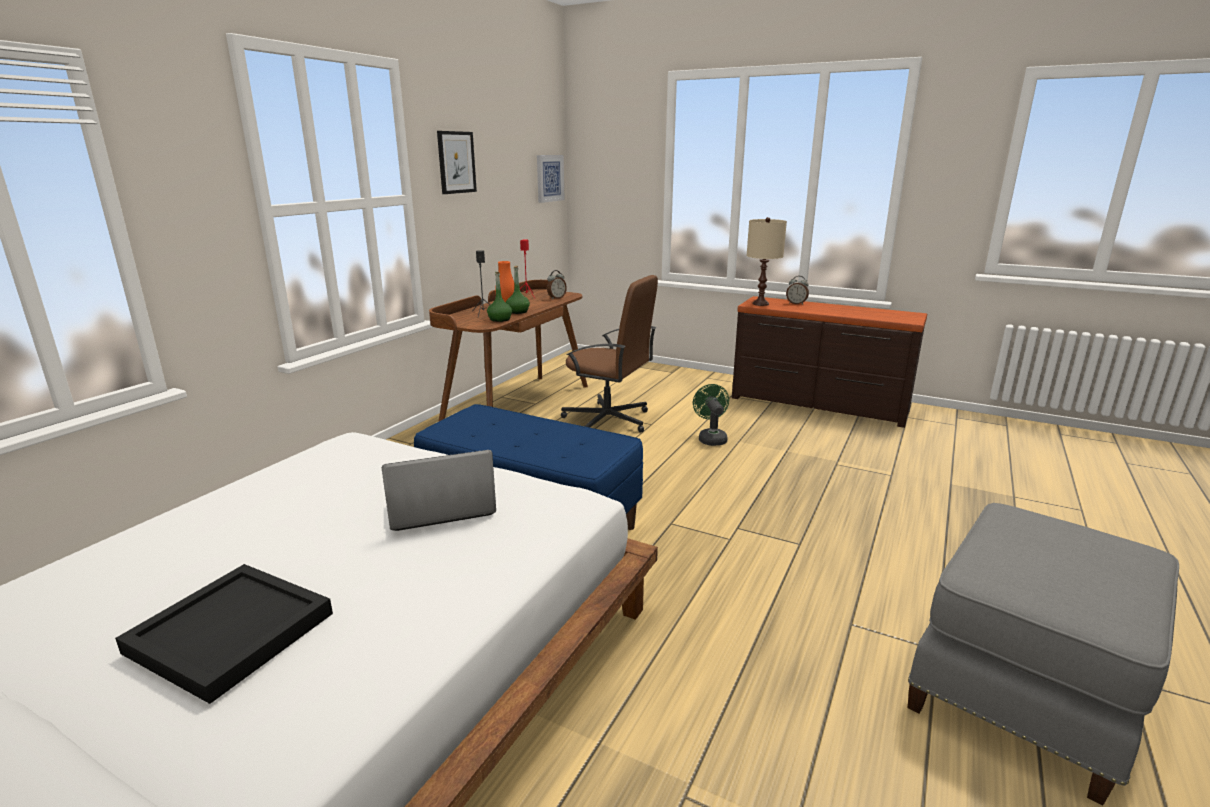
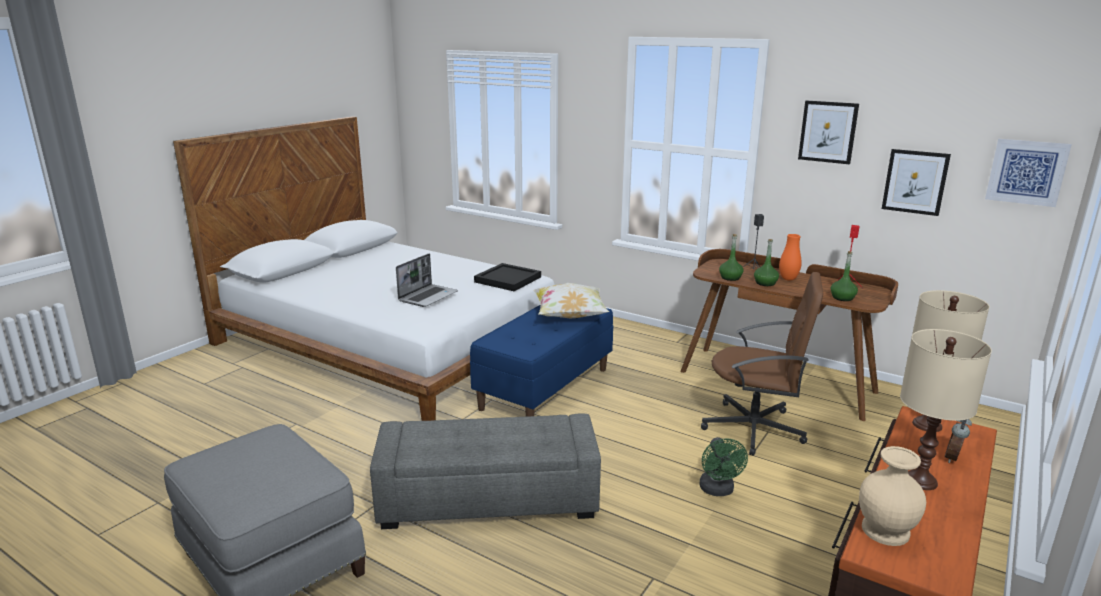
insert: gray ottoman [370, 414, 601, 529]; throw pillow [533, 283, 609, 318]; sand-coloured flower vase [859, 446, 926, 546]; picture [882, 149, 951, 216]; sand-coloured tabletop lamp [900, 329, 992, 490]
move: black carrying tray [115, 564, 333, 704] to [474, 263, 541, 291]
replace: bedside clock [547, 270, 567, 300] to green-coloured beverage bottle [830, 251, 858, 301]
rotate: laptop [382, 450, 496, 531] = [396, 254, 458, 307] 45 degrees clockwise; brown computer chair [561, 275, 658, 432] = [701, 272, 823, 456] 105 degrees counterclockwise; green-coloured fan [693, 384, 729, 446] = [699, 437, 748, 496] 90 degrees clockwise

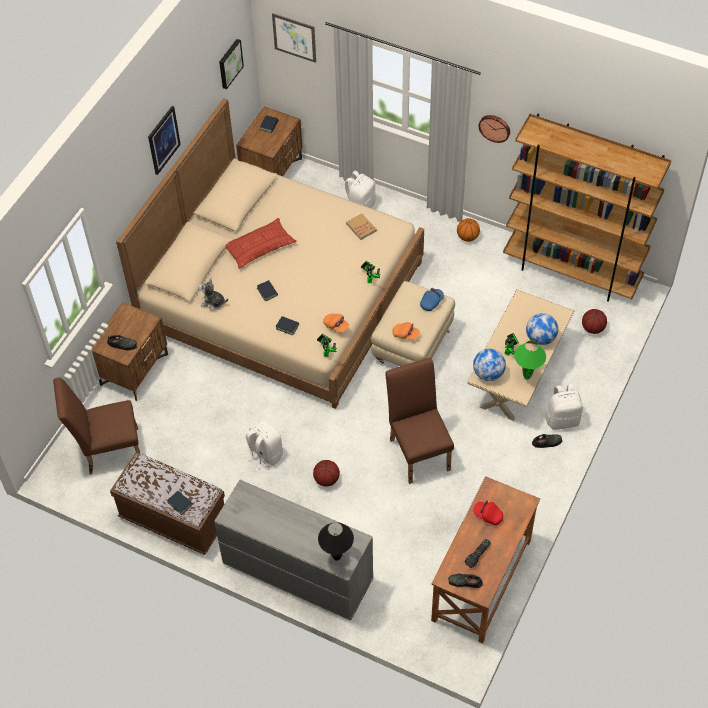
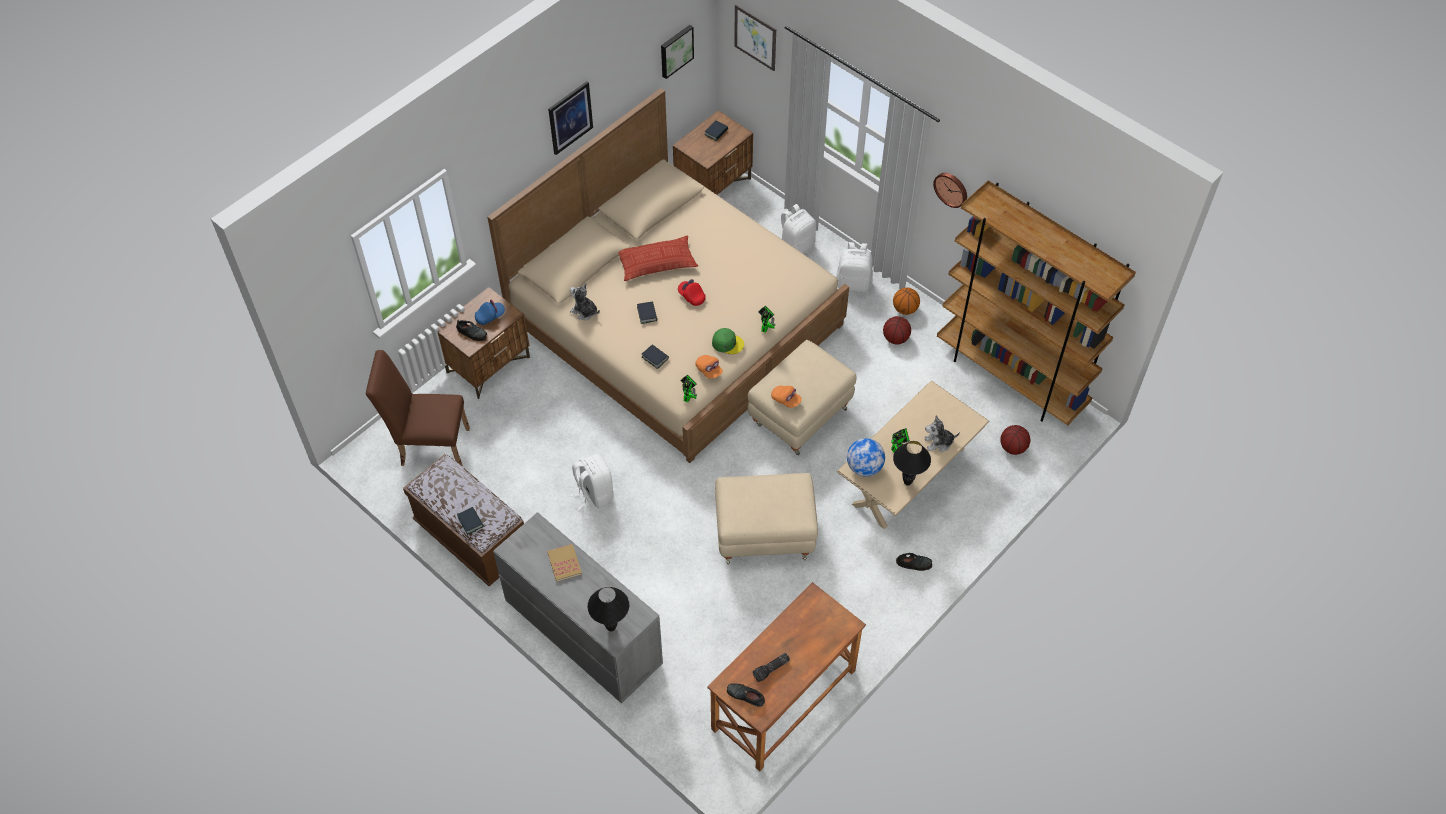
insert: green-coloured peaked cap [712, 328, 744, 354]
move: ball for basketball [313, 460, 340, 487] to [883, 316, 911, 344]; bound book [346, 213, 377, 240] to [547, 544, 582, 582]; blue peaked cap [420, 288, 444, 311] to [475, 300, 505, 325]; red-coloured peaked cap [473, 500, 503, 525] to [678, 279, 706, 306]; white knapsack [545, 384, 583, 430] to [836, 242, 873, 293]
replace: brown plain chair [385, 358, 454, 484] to sand-coloured ottoman [715, 473, 818, 564]; world globe [526, 313, 558, 345] to plush toy [924, 415, 960, 452]
recolor: green-coloured tabletop lamp [514, 340, 546, 379] to black tabletop lamp [893, 441, 931, 486]

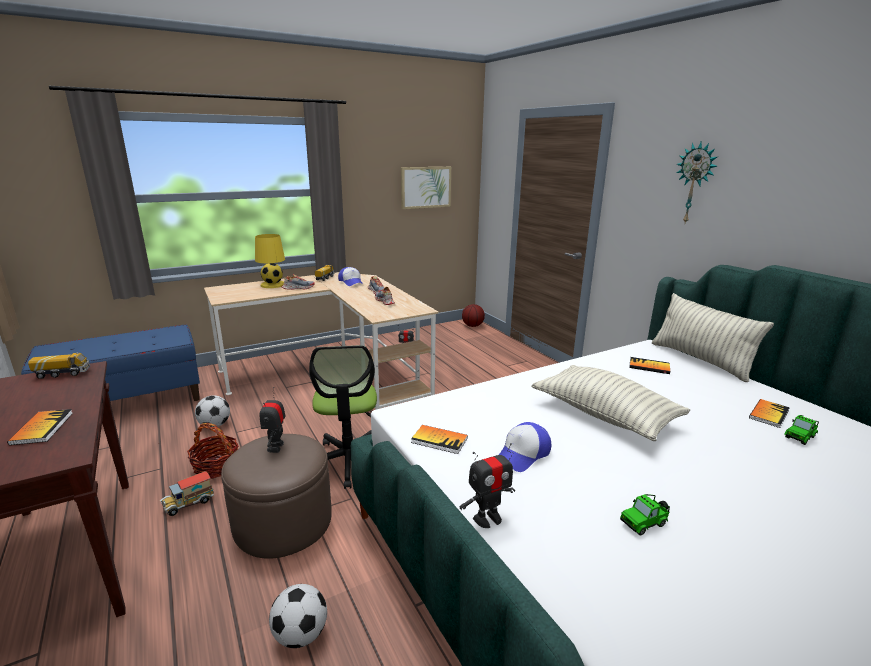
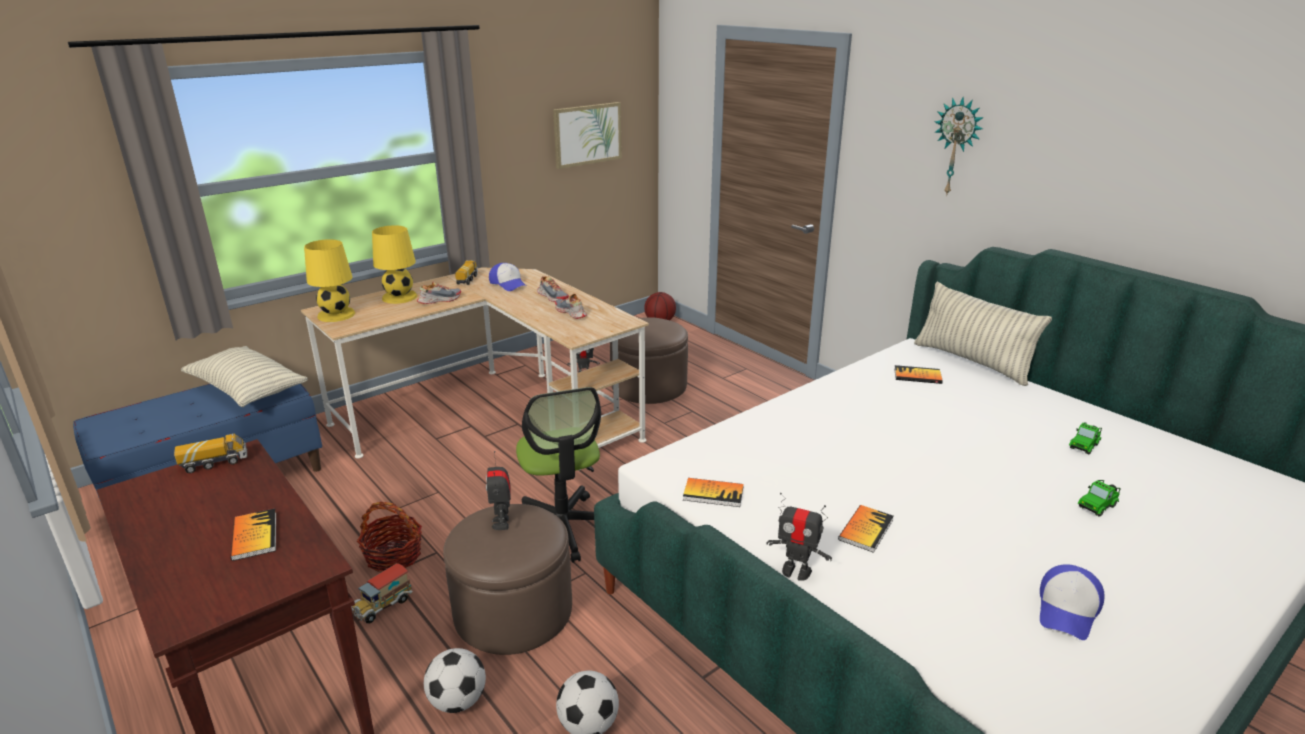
insert: yellow tabletop lamp [304, 239, 355, 322]; brown ottoman [610, 317, 688, 404]
move: ball for football [195, 395, 230, 427] to [424, 648, 486, 713]; peaked cap [499, 422, 551, 472] to [1040, 564, 1105, 640]; throw pillow [531, 365, 690, 441] to [181, 346, 308, 407]; toy car [620, 494, 670, 535] to [1077, 480, 1121, 517]; bound book [749, 399, 790, 428] to [838, 505, 894, 553]
rotate: model robot [460, 443, 515, 528] = [767, 493, 832, 581] 60 degrees clockwise

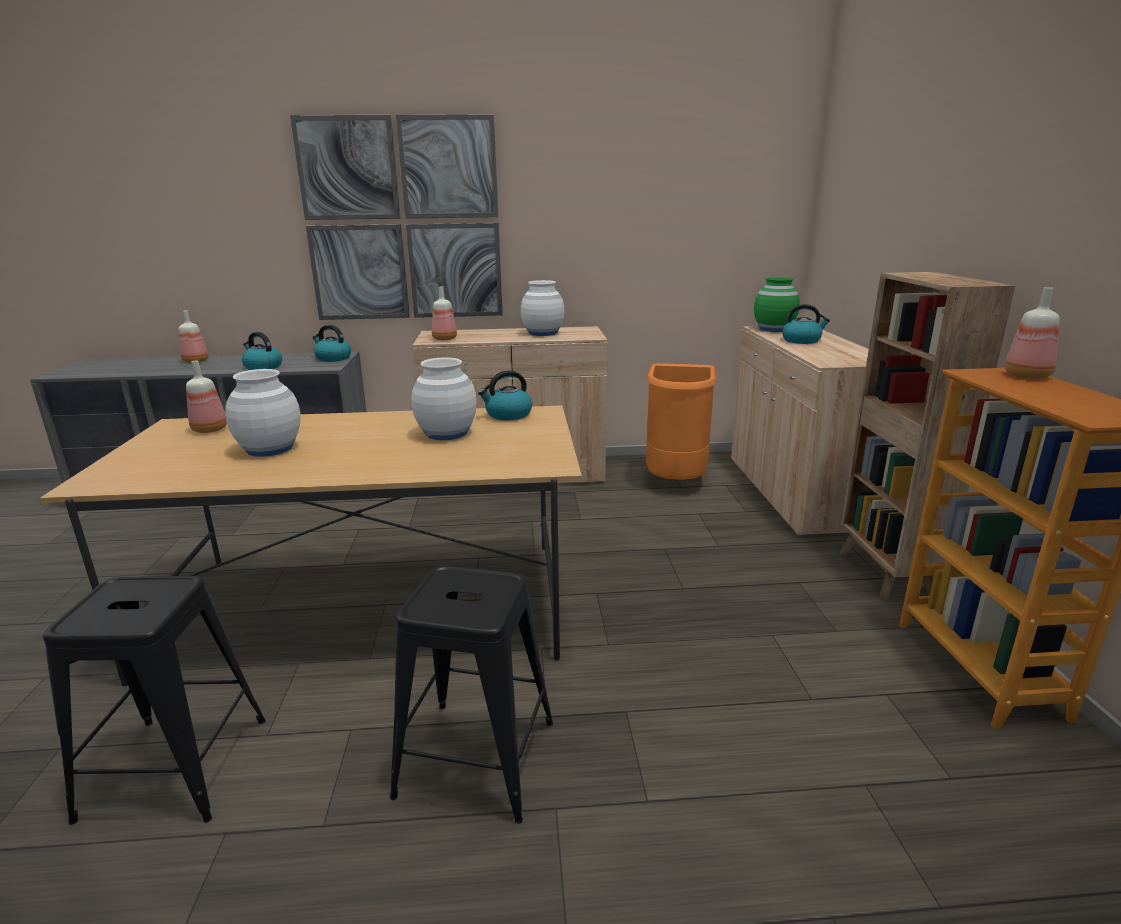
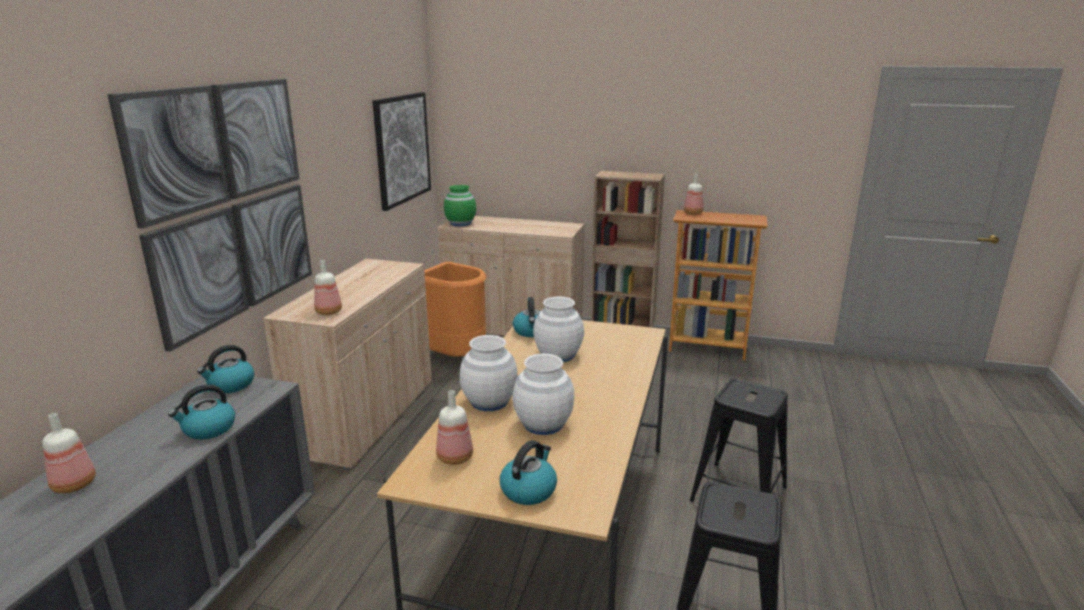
insert: picture [372, 92, 431, 211]
move: white flower vase [521, 280, 565, 336] to [460, 335, 518, 411]; water kettle [782, 304, 830, 344] to [500, 440, 557, 505]

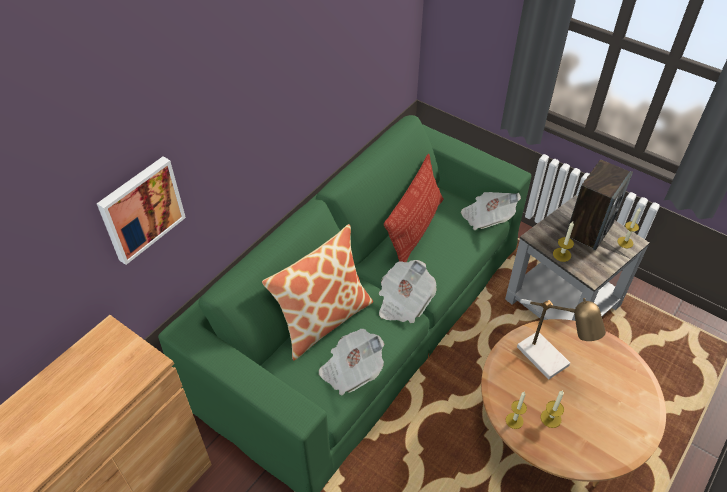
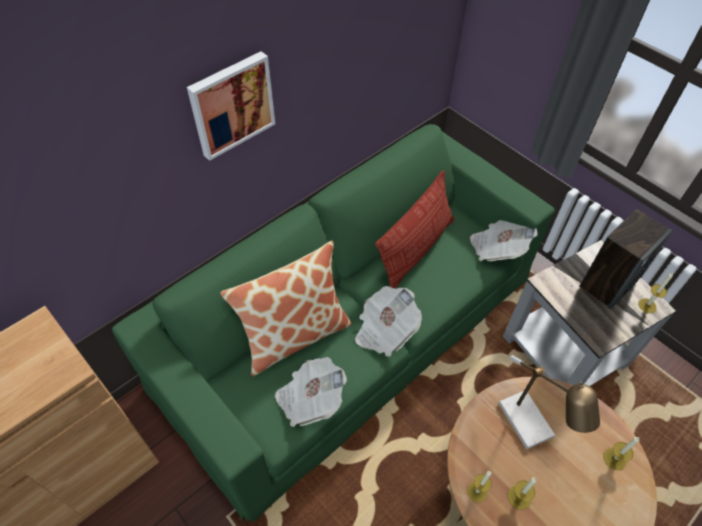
move: picture [97, 156, 186, 265] to [187, 51, 275, 161]; wax light [553, 221, 574, 262] to [603, 437, 639, 470]

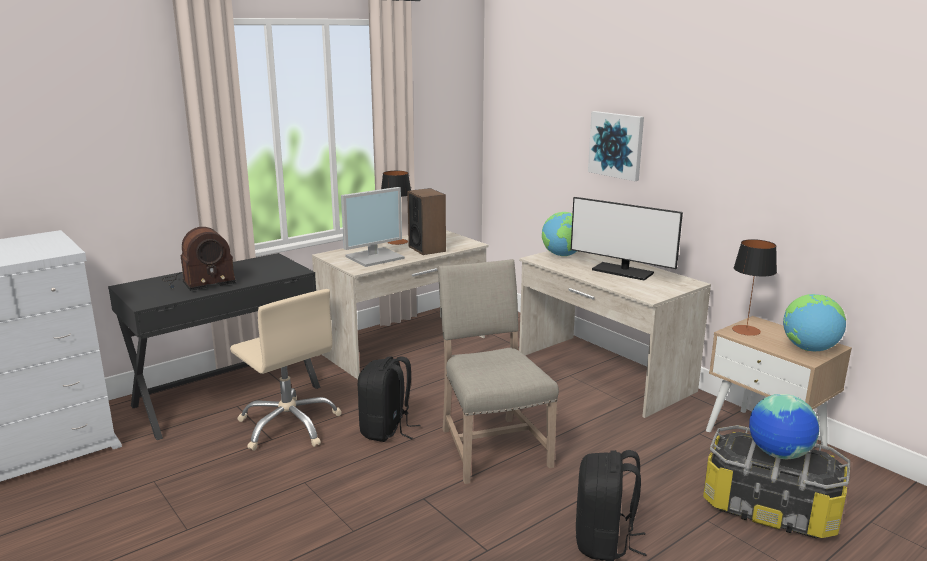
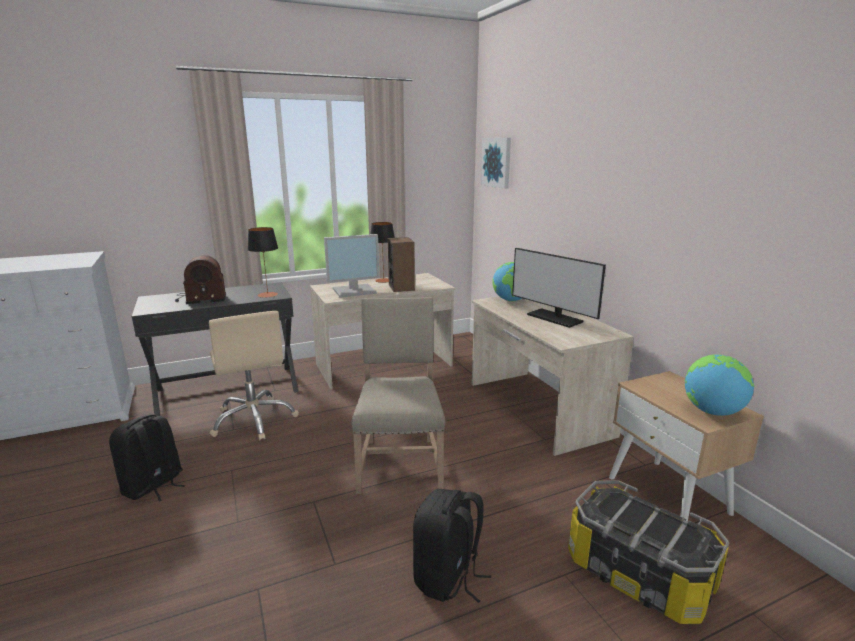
delete: world globe [749, 394, 819, 459]
move: black knapsack [358, 356, 421, 442] to [109, 414, 185, 502]; picture [588, 111, 644, 181] to [481, 138, 511, 189]; tabletop lamp [732, 239, 777, 336] to [247, 227, 278, 297]

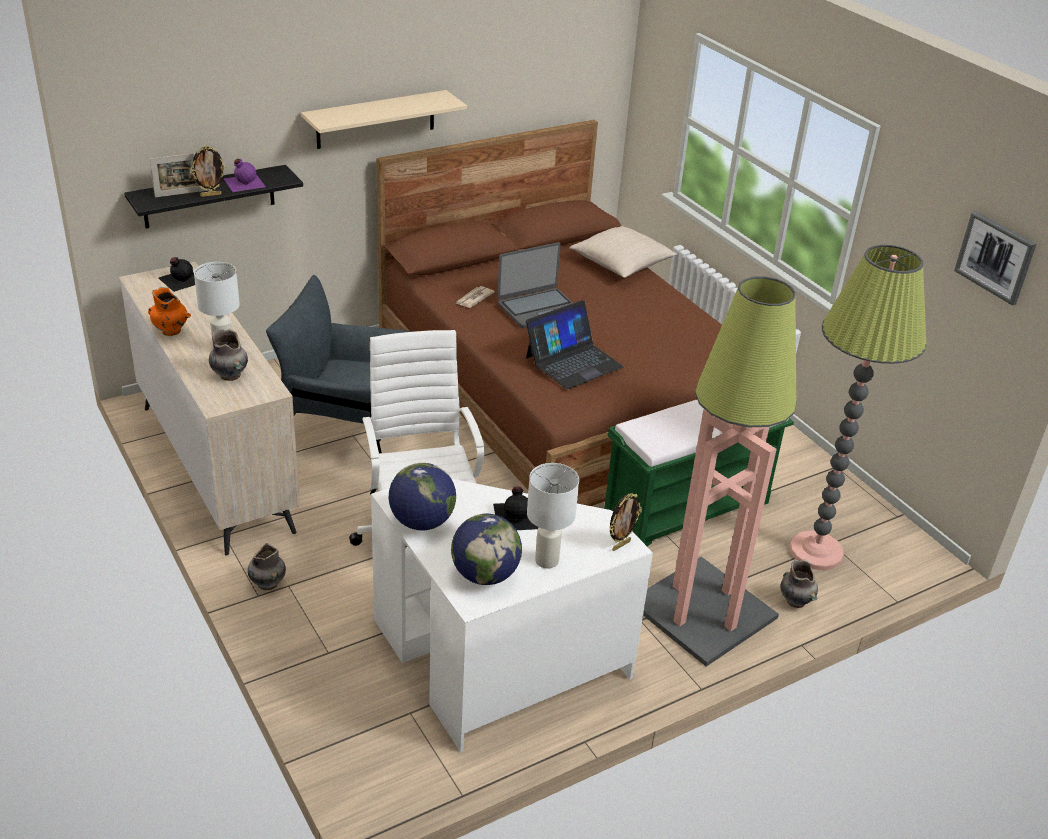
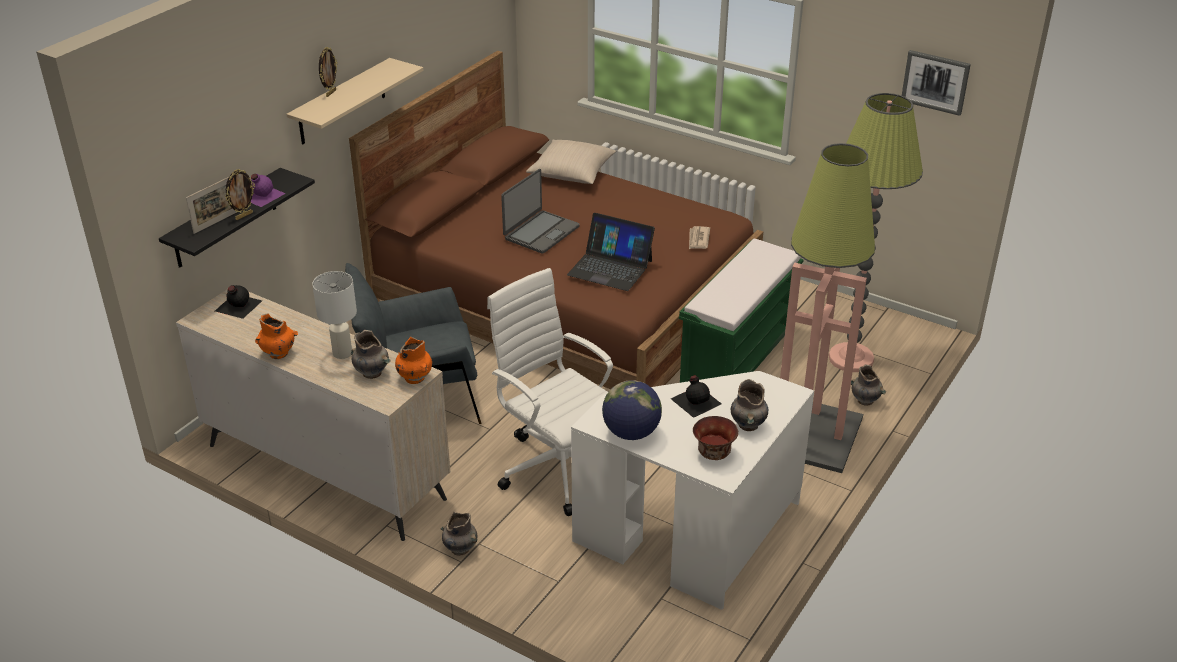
insert: orange flower vase [395, 337, 432, 384]
move: daily paper [455, 286, 495, 308] to [689, 226, 710, 249]; standing frame [610, 493, 642, 551] to [319, 47, 337, 97]
replace: world globe [451, 514, 522, 585] to serving bowl [693, 416, 738, 460]; white tabletop lamp [527, 463, 579, 568] to gray flower vase [731, 379, 768, 431]
rotate: laptop [526, 300, 624, 389] = [567, 213, 655, 291] 90 degrees clockwise

